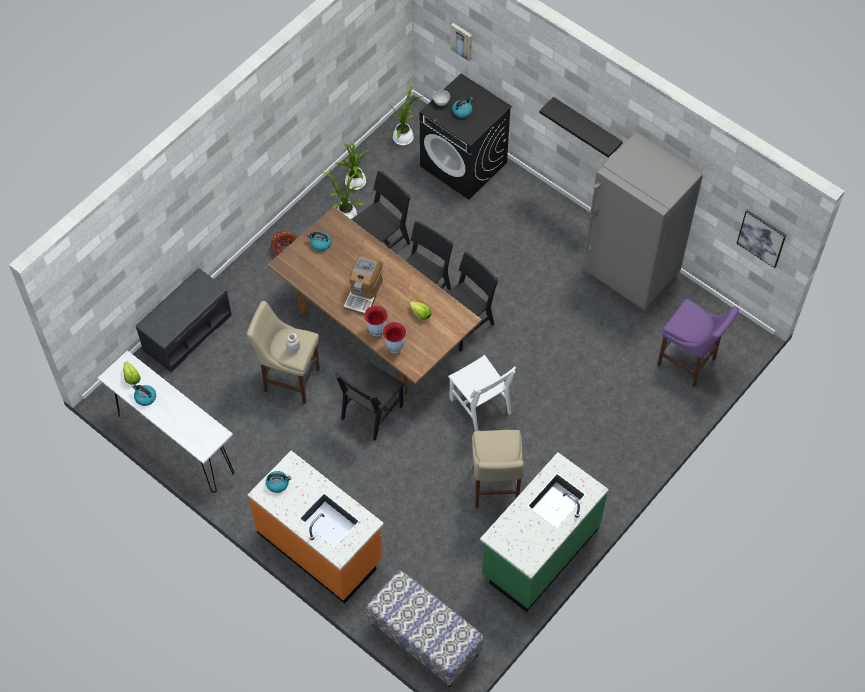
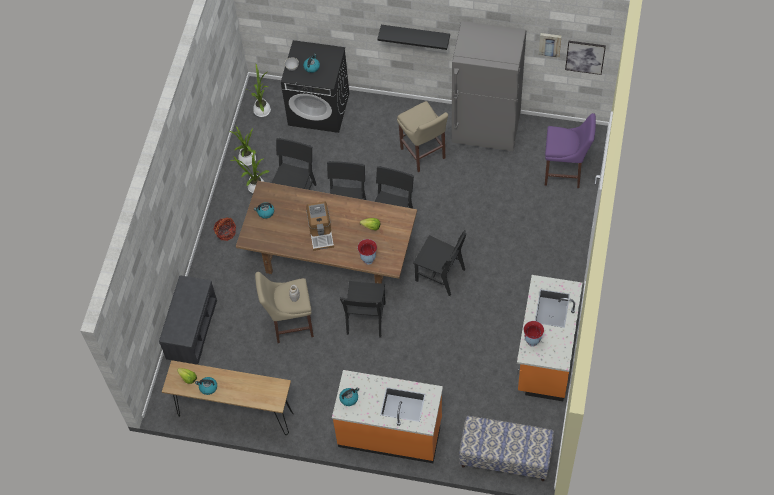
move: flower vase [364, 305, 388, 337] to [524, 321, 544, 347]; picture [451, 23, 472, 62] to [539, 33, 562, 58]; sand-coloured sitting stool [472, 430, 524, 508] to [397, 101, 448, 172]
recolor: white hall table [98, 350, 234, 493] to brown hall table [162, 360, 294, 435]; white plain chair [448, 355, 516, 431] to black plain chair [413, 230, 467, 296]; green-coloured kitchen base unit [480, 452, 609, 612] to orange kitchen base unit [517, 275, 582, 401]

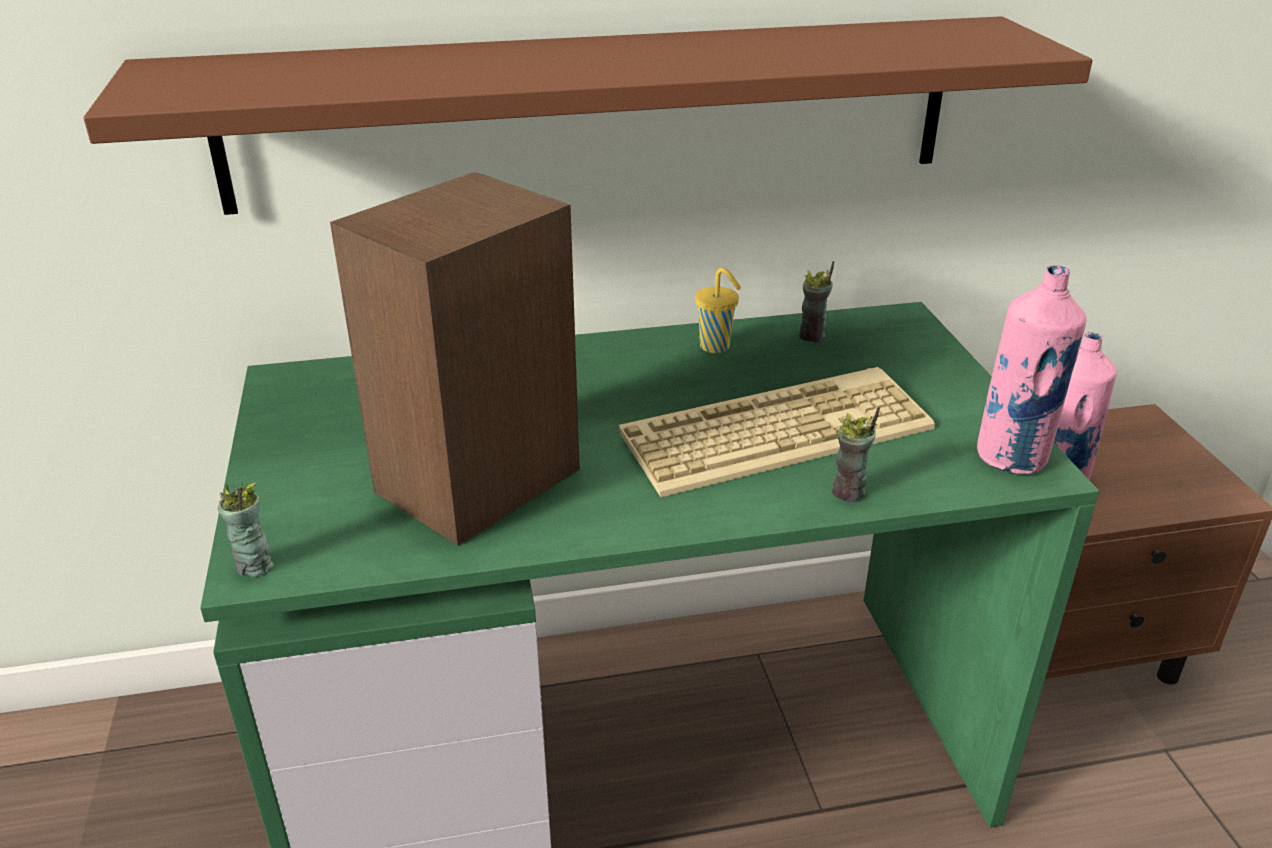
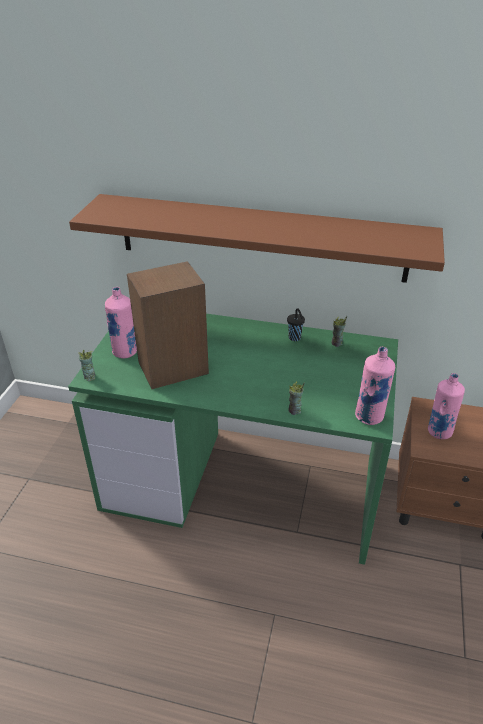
delete: PC keyboard [619, 367, 935, 497]
insert: pinkish beverage bottle [105, 287, 137, 358]
recolor: yellow drinking cup [695, 267, 741, 353] to black drinking cup [287, 308, 305, 341]

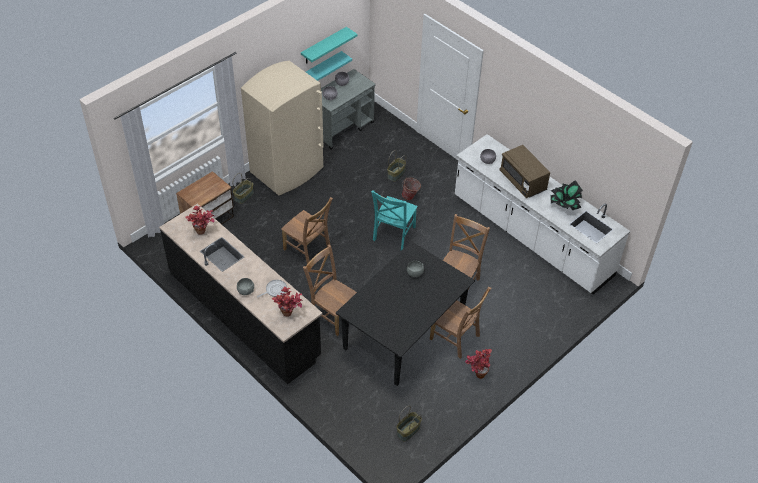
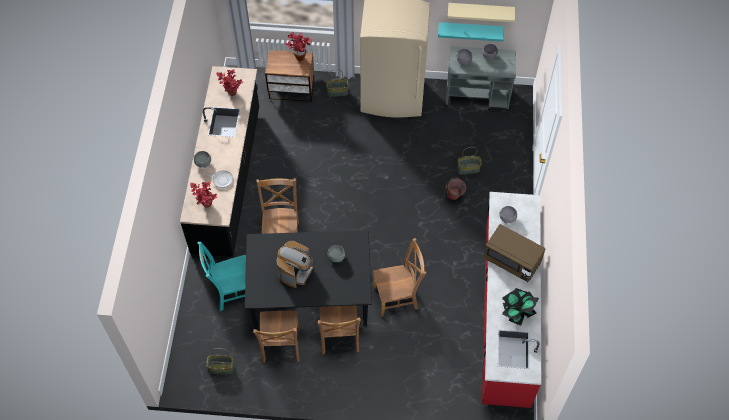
insert: coffee machine [277, 241, 313, 288]
move: brown plain chair [281, 197, 333, 264] to [253, 311, 300, 363]; turquoise plain chair [371, 190, 418, 251] to [198, 242, 246, 311]; plant in a pot [465, 349, 492, 379] to [285, 32, 312, 61]
recolor: turquoise shelf [301, 27, 358, 64] to sand-coloured shelf [448, 3, 515, 23]; white kitchen base unit [455, 134, 630, 295] to red-coloured kitchen base unit [482, 192, 541, 411]
rotate: brown microwave oven [499, 145, 550, 198] = [483, 224, 546, 282] 75 degrees counterclockwise

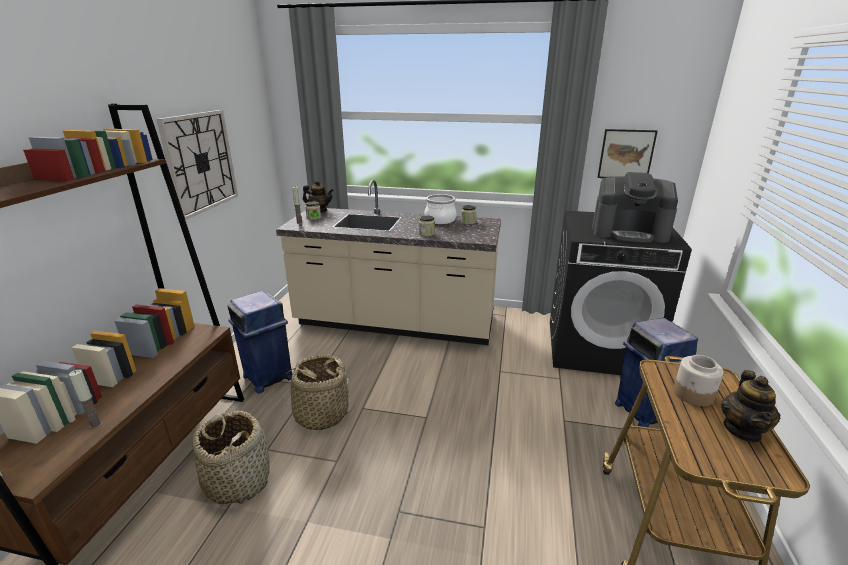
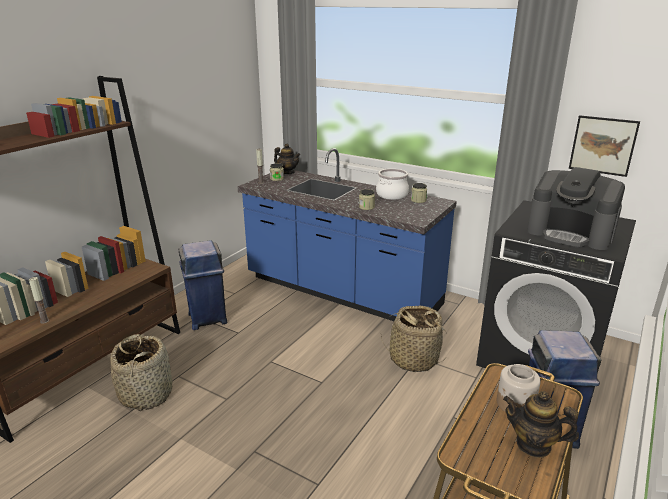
delete: hanging clock [157, 110, 238, 220]
move: basket [280, 354, 356, 430] to [381, 305, 446, 372]
recolor: sand-coloured kitchen base unit [276, 180, 501, 345] to blue kitchen base unit [237, 148, 457, 321]
rotate: pot for tea [721, 370, 780, 442] = [503, 391, 579, 458] 75 degrees clockwise

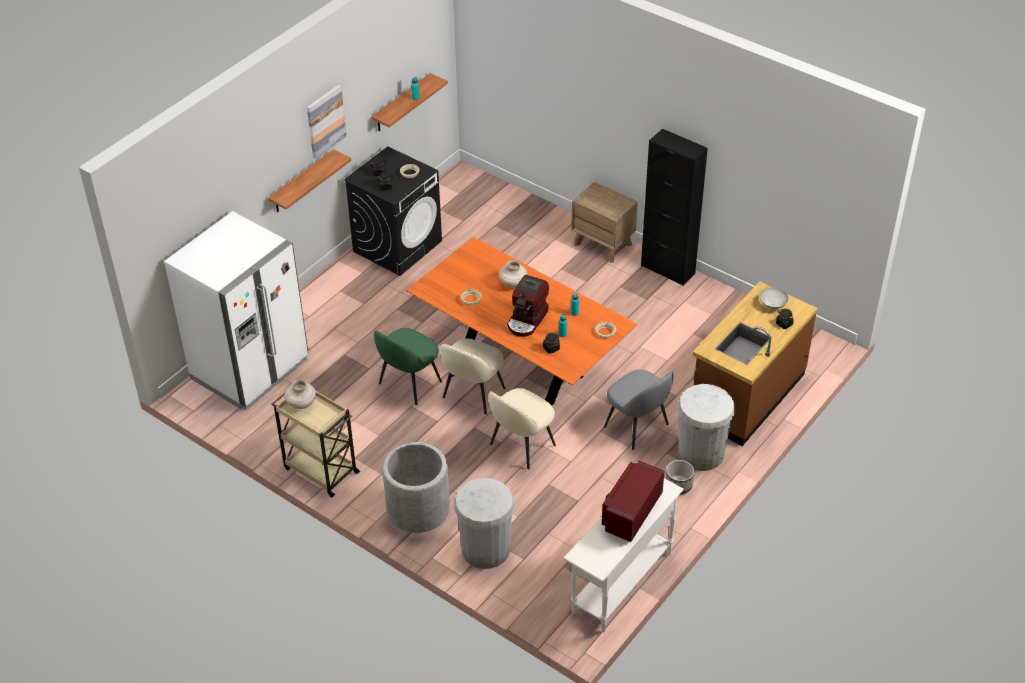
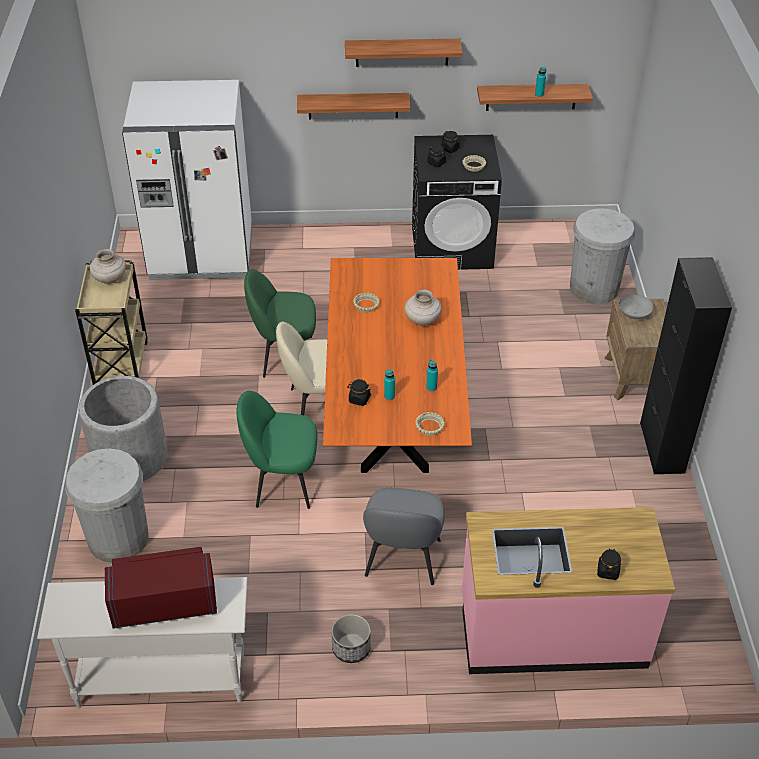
delete: coffee machine [507, 274, 549, 337]
move: white rubbish bin [678, 384, 735, 471] to [570, 209, 635, 304]; gray serving bowl [760, 288, 788, 309] to [619, 294, 654, 319]
replace: picture [307, 85, 347, 159] to shelf [345, 39, 463, 67]
recolor: sand-coloured plain chair [489, 388, 556, 469] to green-coloured plain chair [236, 391, 317, 509]; brown kitchen base unit [692, 281, 818, 446] to pinkish kitchen base unit [462, 507, 675, 674]

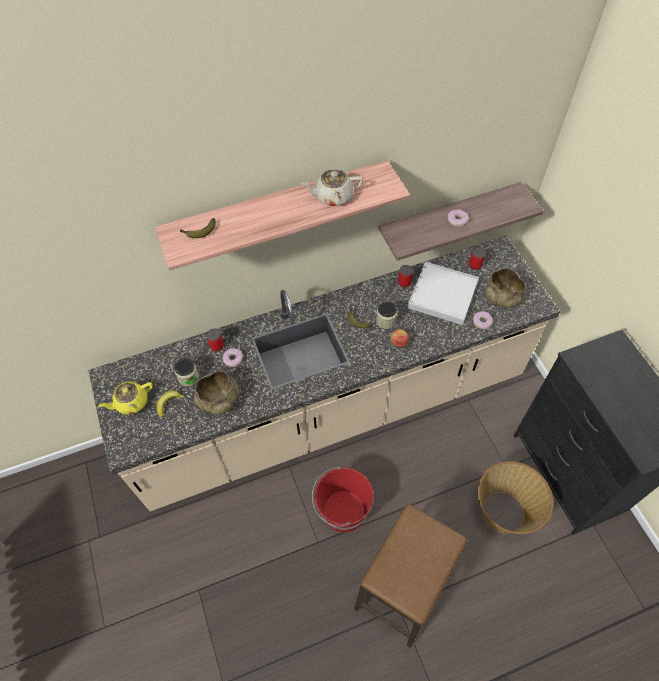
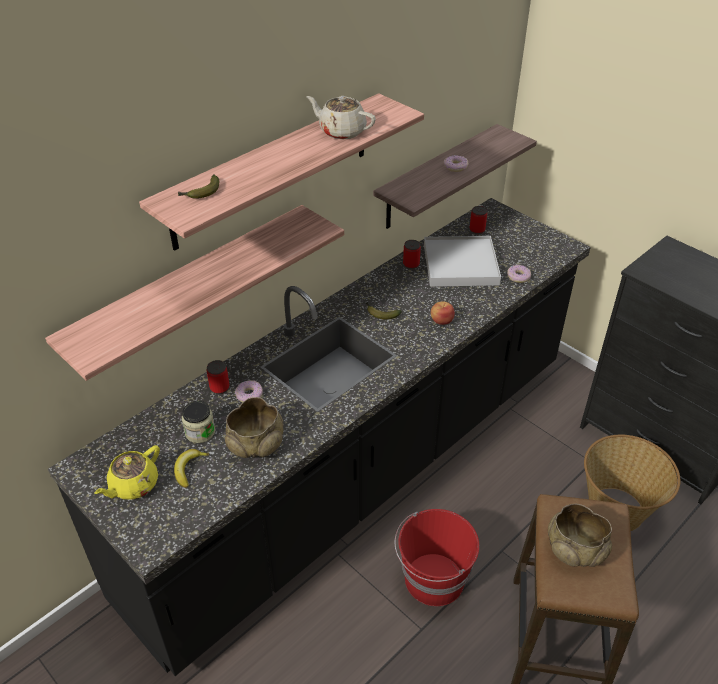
delete: preserve jar [376, 301, 398, 329]
insert: shelf [45, 205, 344, 381]
move: sand-coloured serving bowl [485, 268, 525, 308] to [548, 504, 612, 567]
recolor: sand-coloured kitchen base unit [88, 235, 560, 511] to black kitchen base unit [48, 198, 591, 676]
rotate: sand-coloured pot for tea [301, 169, 363, 206] = [306, 96, 376, 139] 60 degrees clockwise

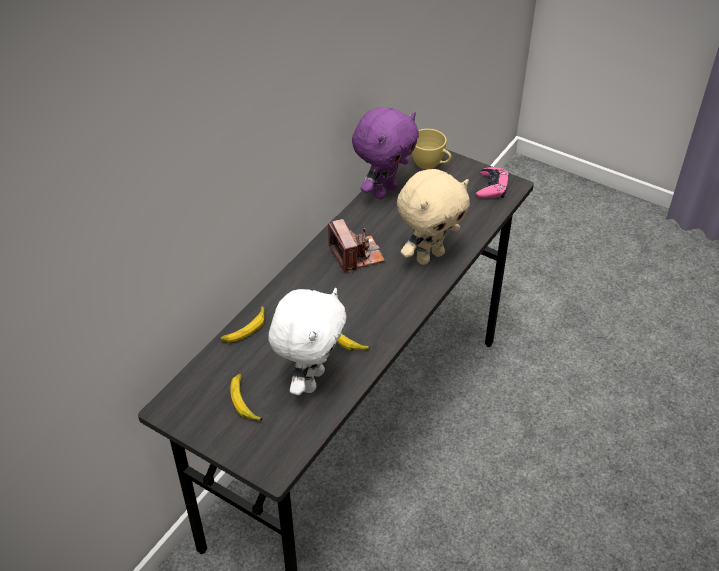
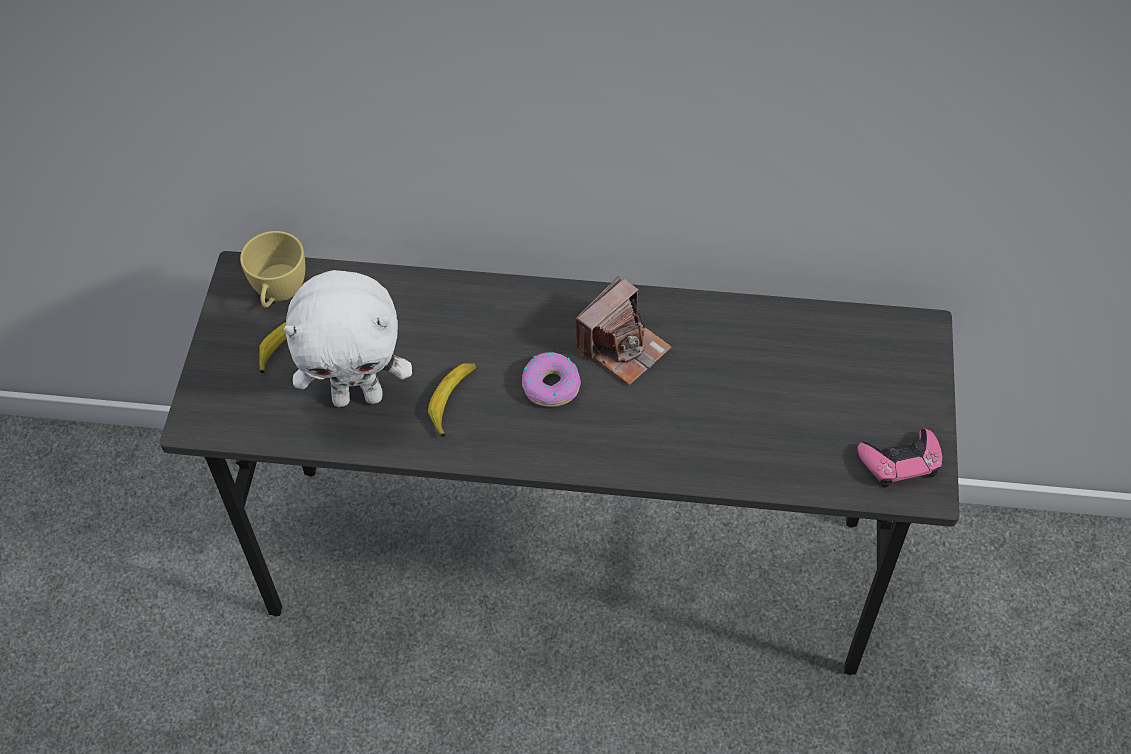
delete: banana fruit [220, 306, 265, 343]; purplish plush toy [352, 107, 419, 199]; sand-coloured plush toy [397, 169, 470, 265]
insert: doughnut [522, 352, 581, 407]
move: yellow drinking cup [412, 129, 451, 169] to [240, 231, 305, 308]

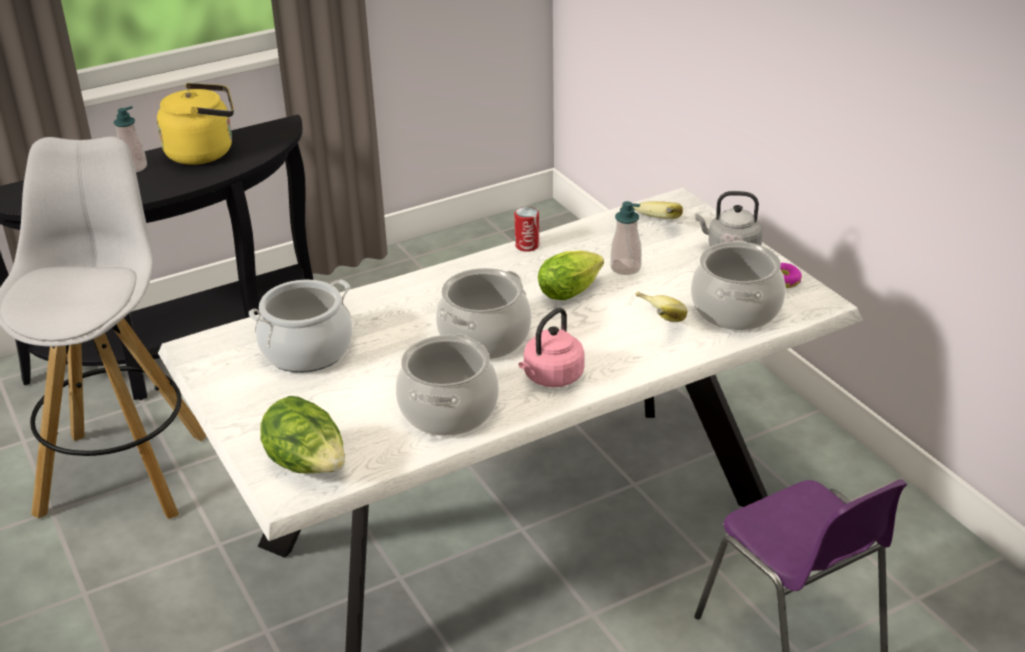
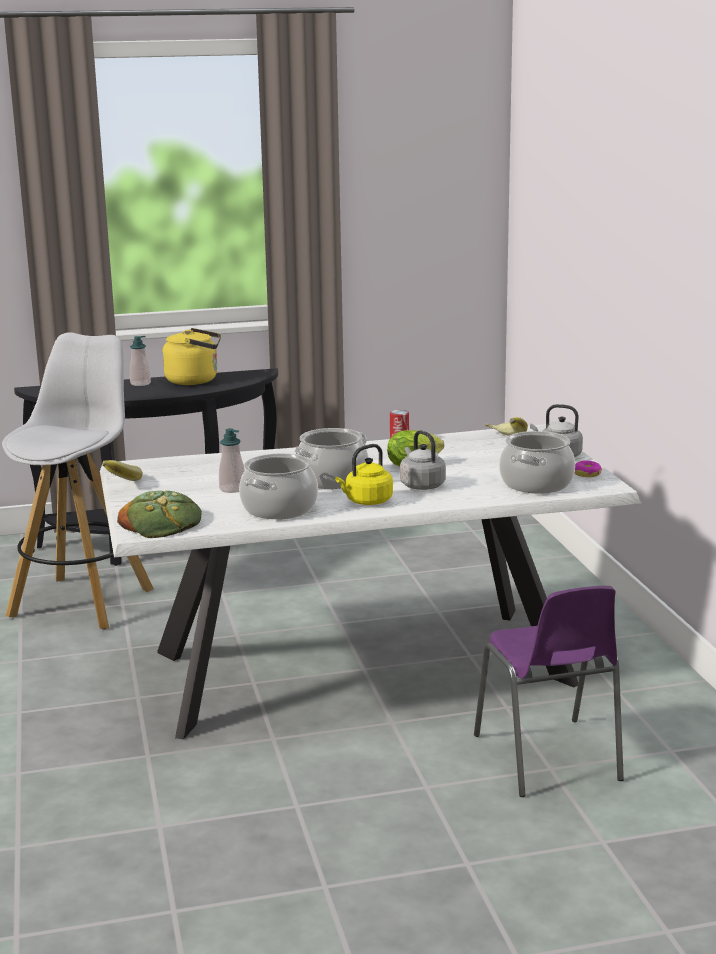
delete: stockpot [249, 279, 353, 373]
insert: gray water kettle [400, 430, 446, 490]
move: liquid soap bottle [610, 201, 642, 275] to [219, 428, 245, 493]; banana fruit [635, 291, 688, 322] to [102, 460, 143, 481]
replace: head of lettuce [260, 396, 345, 473] to bread [117, 491, 202, 538]
recolor: pinkish water kettle [518, 308, 585, 387] to yellow water kettle [335, 444, 393, 505]

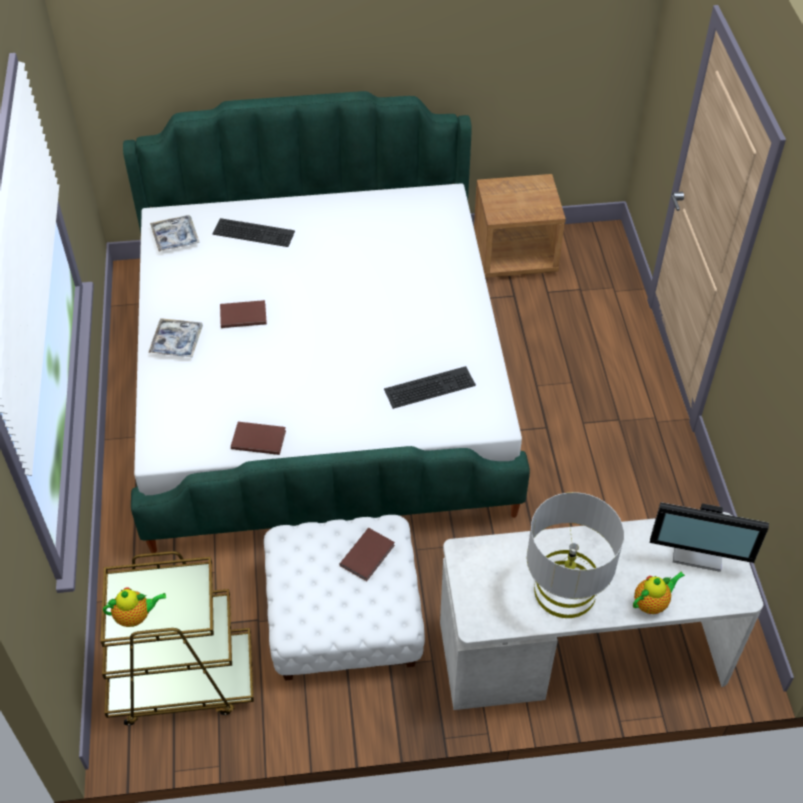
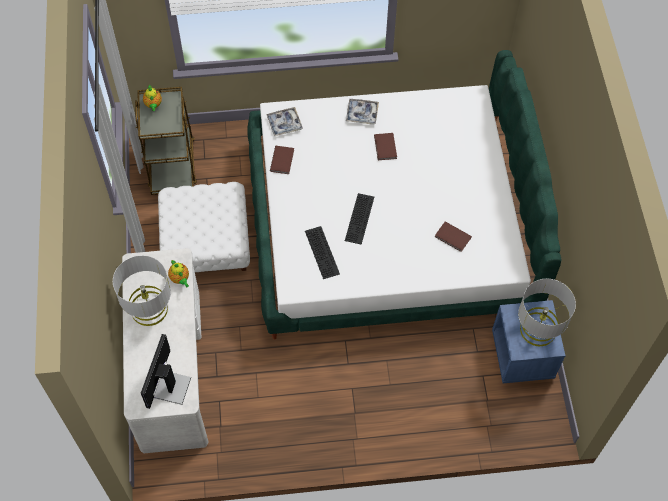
insert: gray tabletop lamp [518, 279, 576, 346]
move: carrying tray [150, 215, 200, 252] to [266, 107, 303, 136]; PC keyboard [213, 218, 295, 247] to [345, 193, 374, 245]; brown bound book [339, 528, 395, 581] to [435, 221, 472, 252]; pot for tea [633, 571, 685, 614] to [168, 260, 189, 287]
recolor: brown bedside table [474, 174, 566, 278] to blue bedside table [492, 300, 565, 383]

